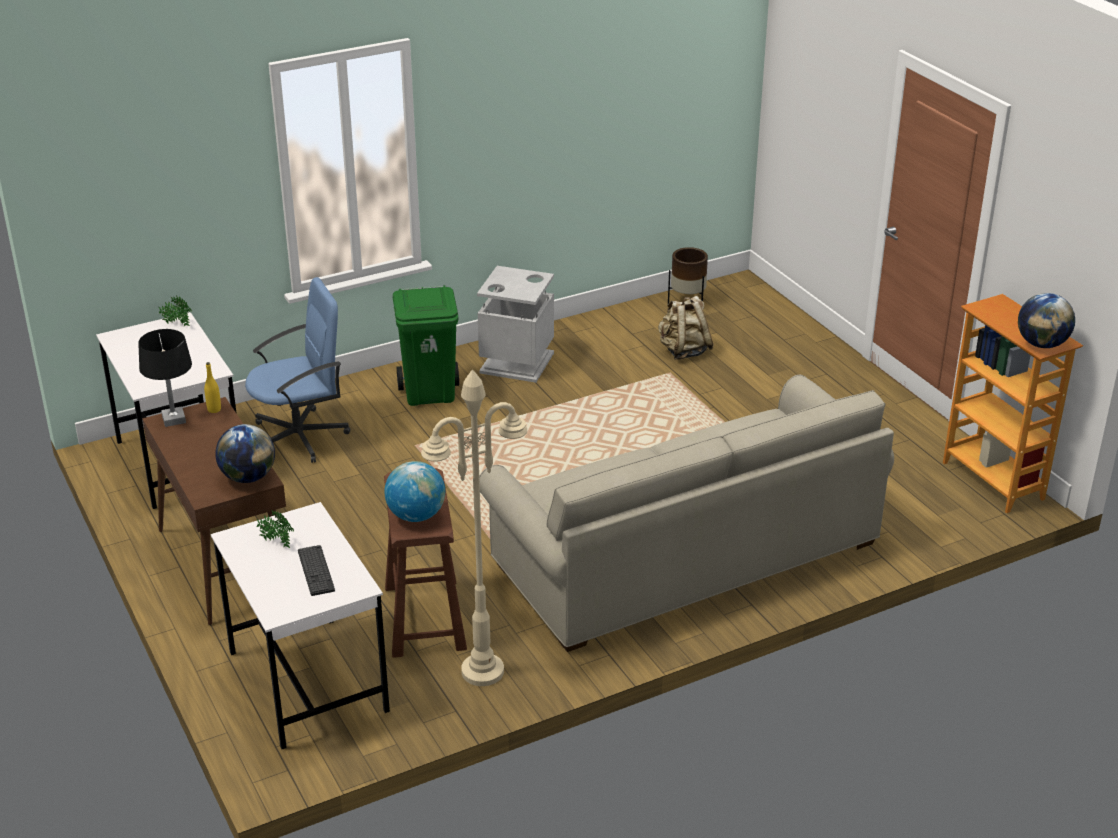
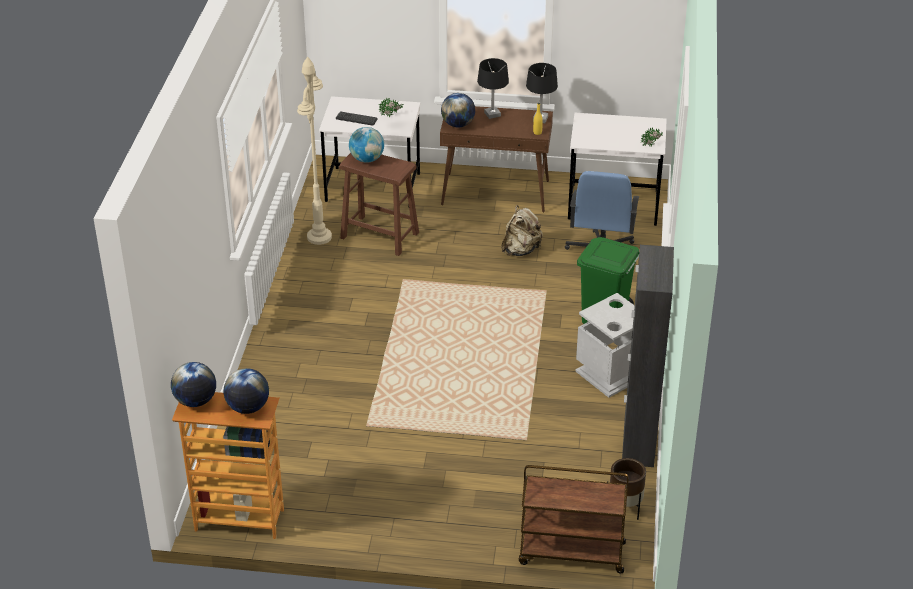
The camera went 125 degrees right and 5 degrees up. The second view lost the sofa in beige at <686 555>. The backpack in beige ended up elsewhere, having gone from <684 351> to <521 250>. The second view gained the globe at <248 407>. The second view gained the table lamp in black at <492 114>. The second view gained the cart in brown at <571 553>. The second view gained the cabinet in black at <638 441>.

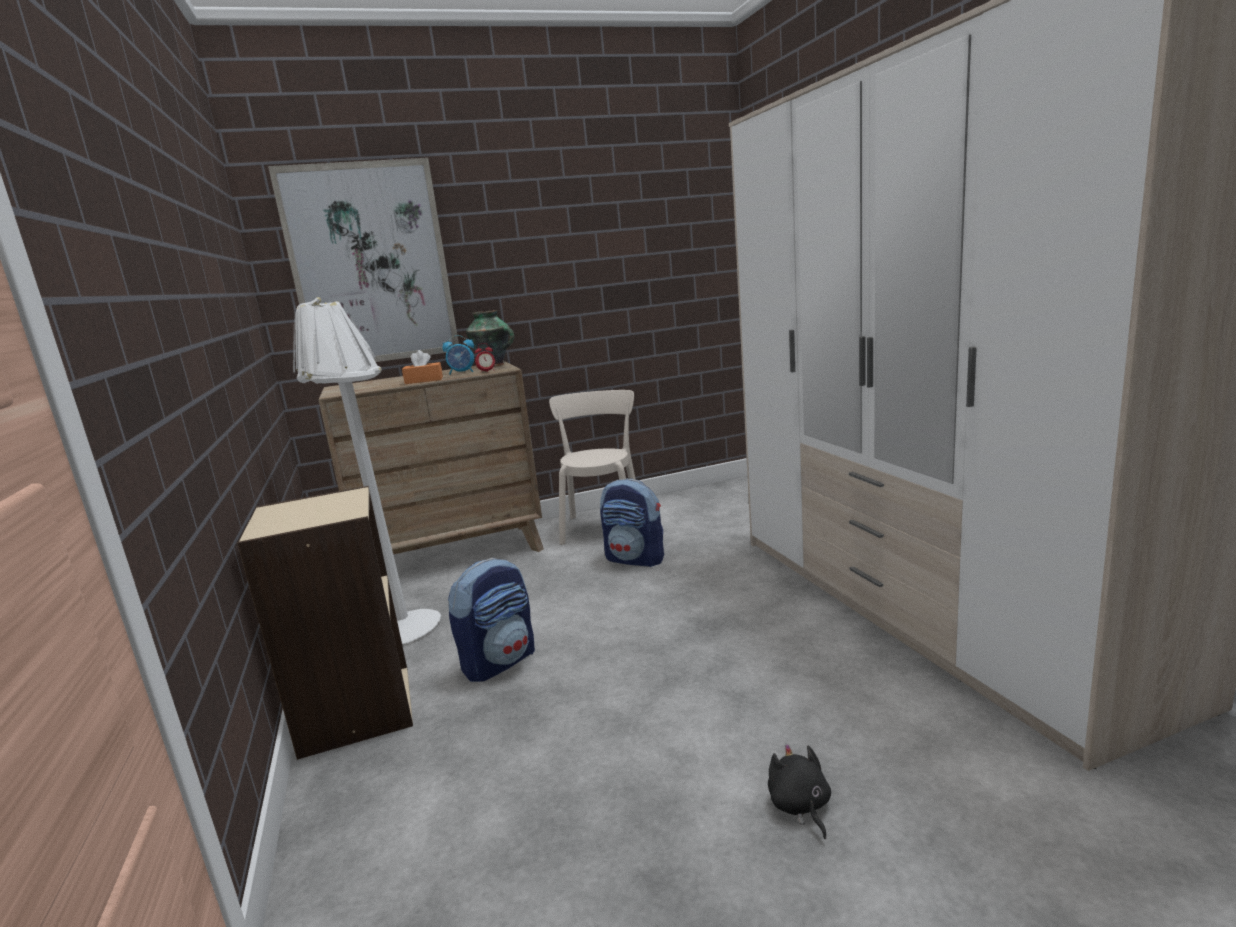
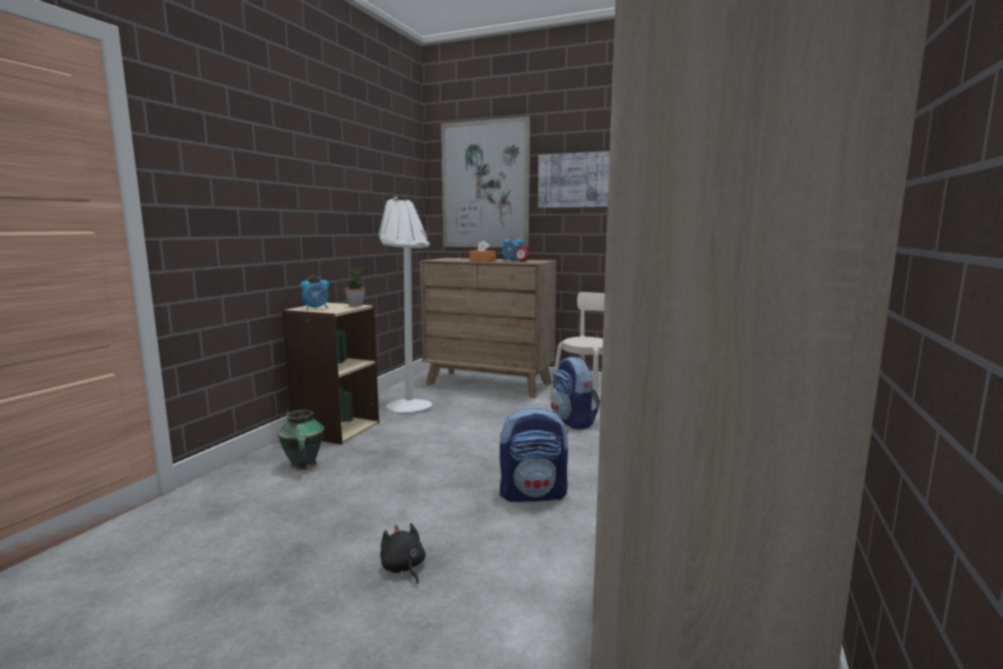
The camera went 40 degrees right and 5 degrees down. The backpack ended up elsewhere, having gone from <500 661> to <533 494>. The vase ended up elsewhere, having gone from <494 365> to <303 466>. The plush toy in black at <800 806> ended up facing another way, 60 degrees counterclockwise from before. The second view gained the alarm clock at <316 308>. The second view gained the potted plant at <355 305>. The second view gained the picture at <576 180>.

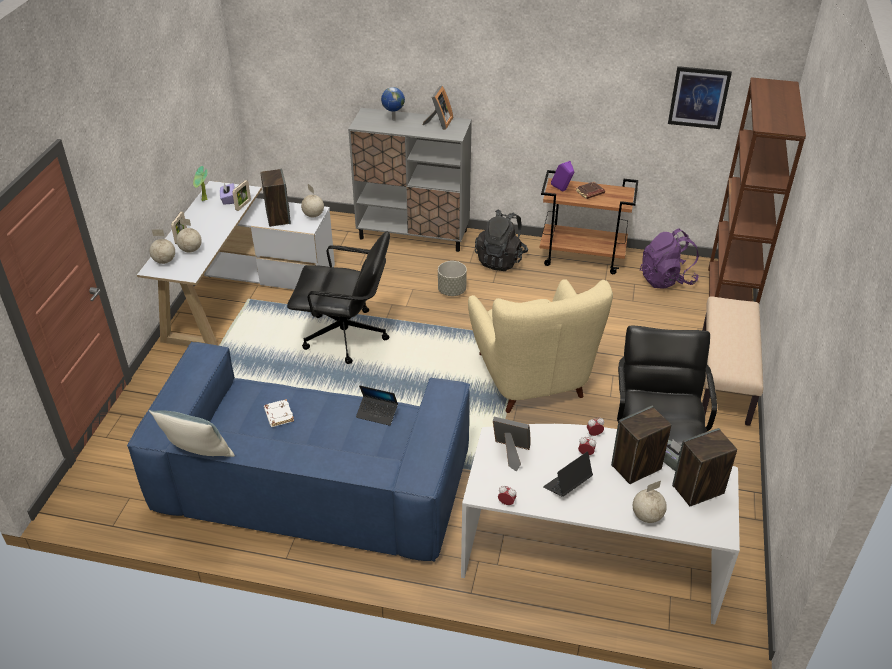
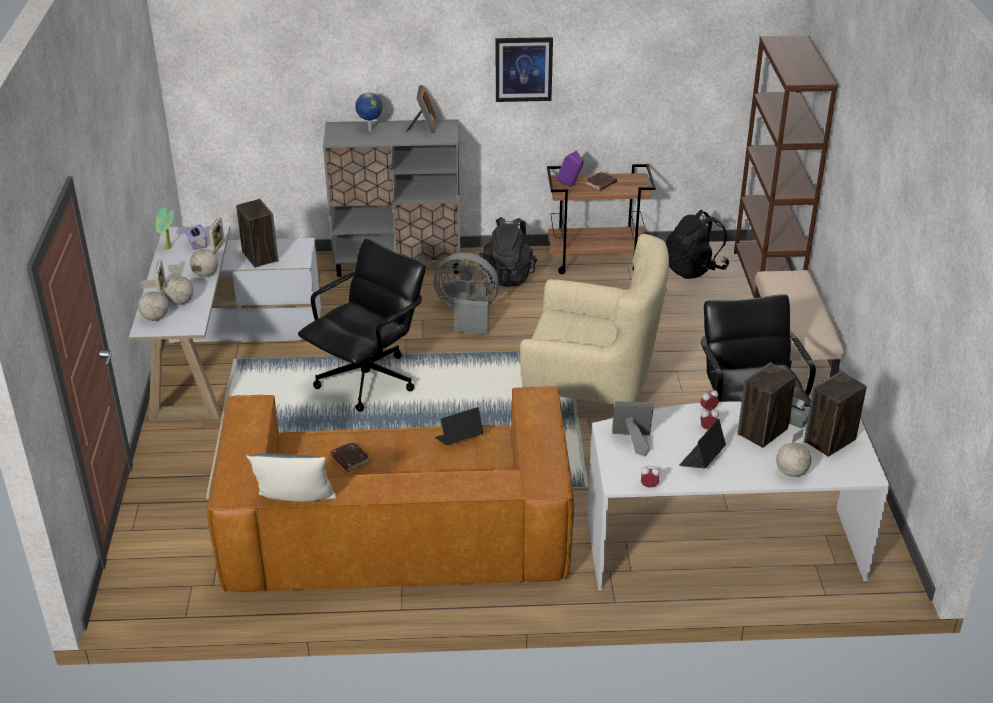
The camera went 15 degrees left and 5 degrees down. What was the sofa in blue at <312 482> turned into the sofa in brown at <397 530>. What was the book in white at <278 415> turned into the book in brown at <350 459>. The office chair in black at <346 336> ended up facing another way, 45 degrees counterclockwise from before. The globe ended up elsewhere, having gone from <313 215> to <205 275>. The laptop at <377 413> ended up facing another way, 150 degrees clockwise from before. Where the planter in grey stood at <451 291>, the fan in grey came to stand at <467 315>. The armchair in beige at <531 378> ended up facing another way, 45 degrees counterclockwise from before. What was the backpack in purple at <666 279> turned into the backpack in black at <694 269>. The picture ended up elsewhere, having gone from <699 97> to <523 69>.

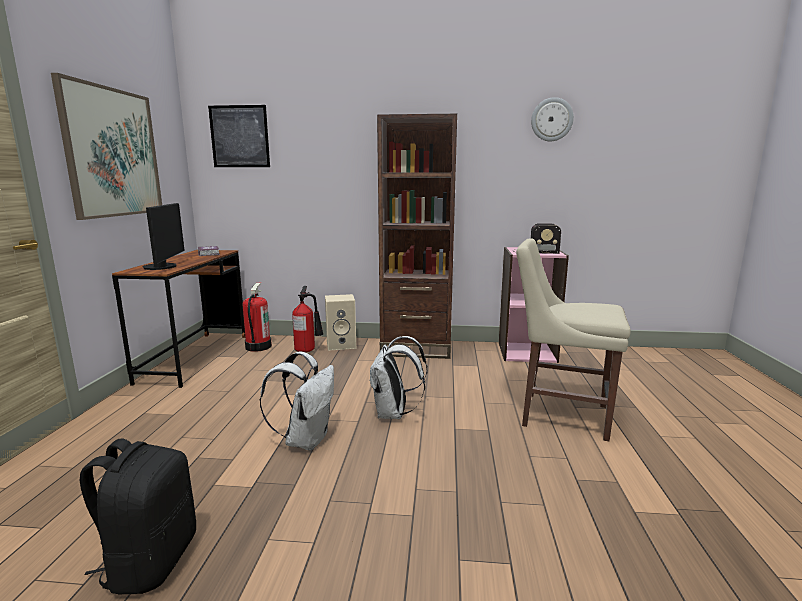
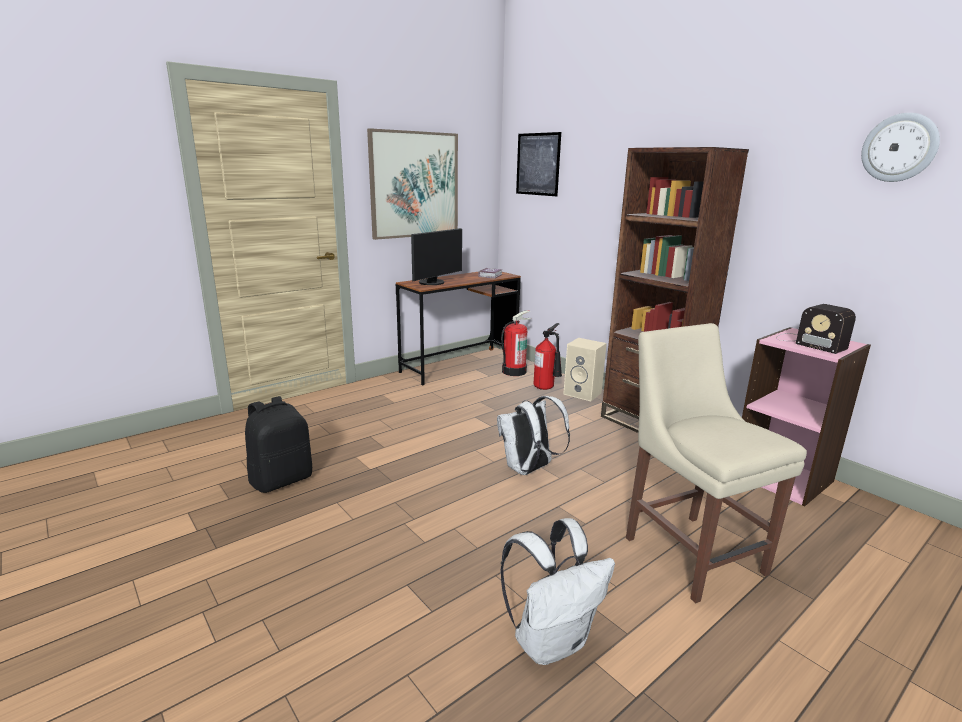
The camera went 45 degrees right and 5 degrees up. The backpack in white ended up elsewhere, having gone from <306 439> to <551 641>.

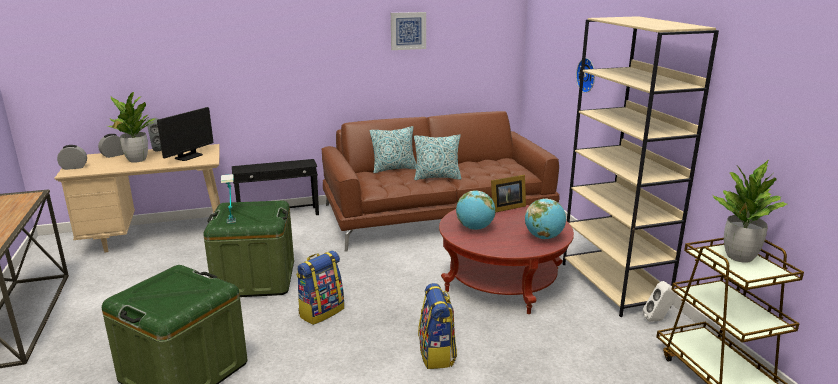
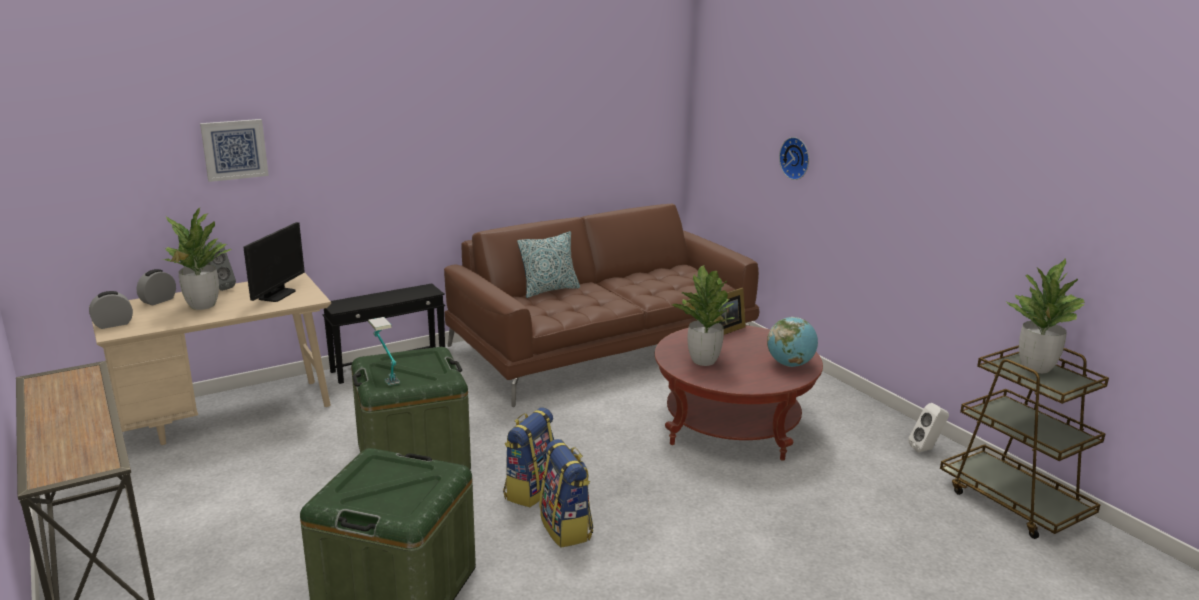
The camera went 15 degrees left and 0 degrees up. The picture ended up elsewhere, having gone from <408 31> to <234 149>. The second view lost the pillow at <437 177>. The backpack ended up elsewhere, having gone from <437 354> to <566 528>. Where the globe stood at <475 228>, the potted plant came to stand at <703 361>. The second view lost the bookcase in beige at <614 285>.

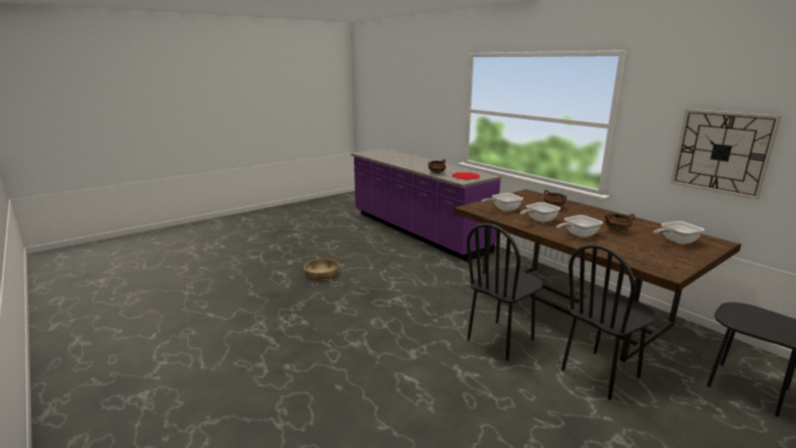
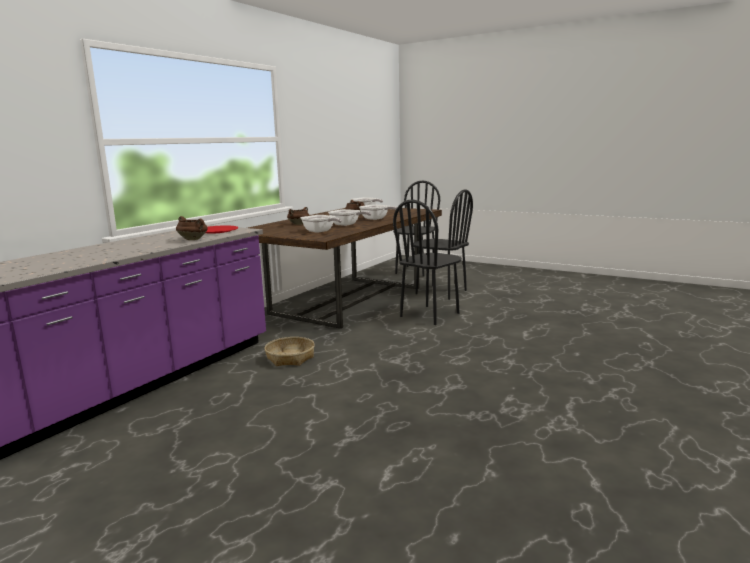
The camera went 110 degrees left and 5 degrees down. The basket ended up elsewhere, having gone from <321 274> to <290 358>. The chair in black at <501 340> ended up facing another way, 105 degrees clockwise from before. The second view lost the wall clock at <721 152>.

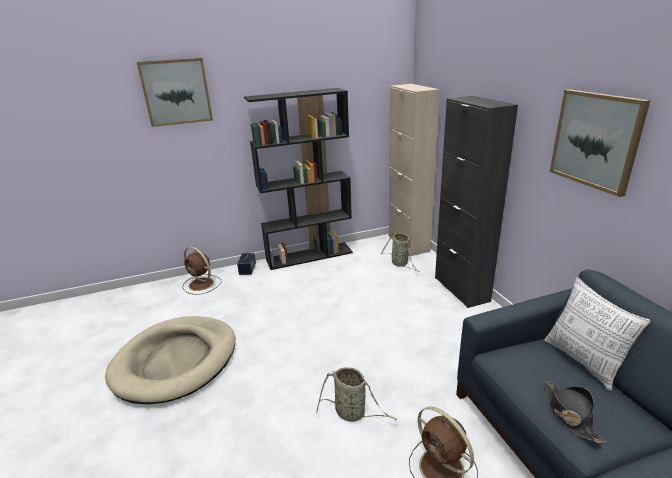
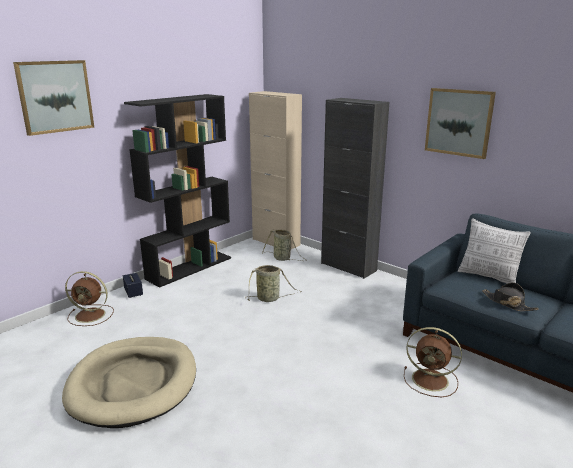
The camera went 30 degrees left and 5 degrees down. The basket ended up elsewhere, having gone from <352 413> to <269 299>.

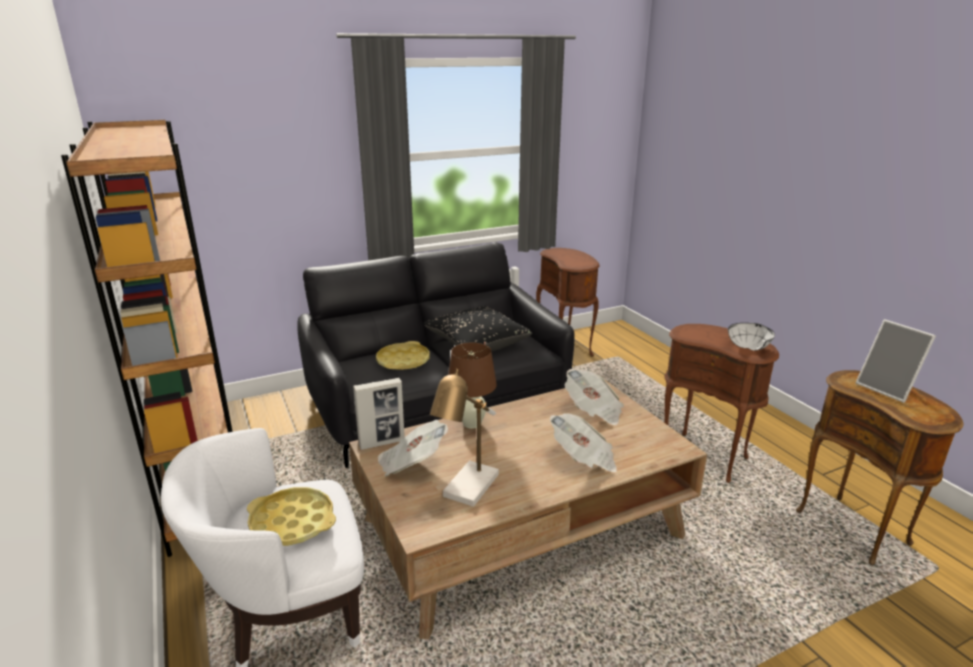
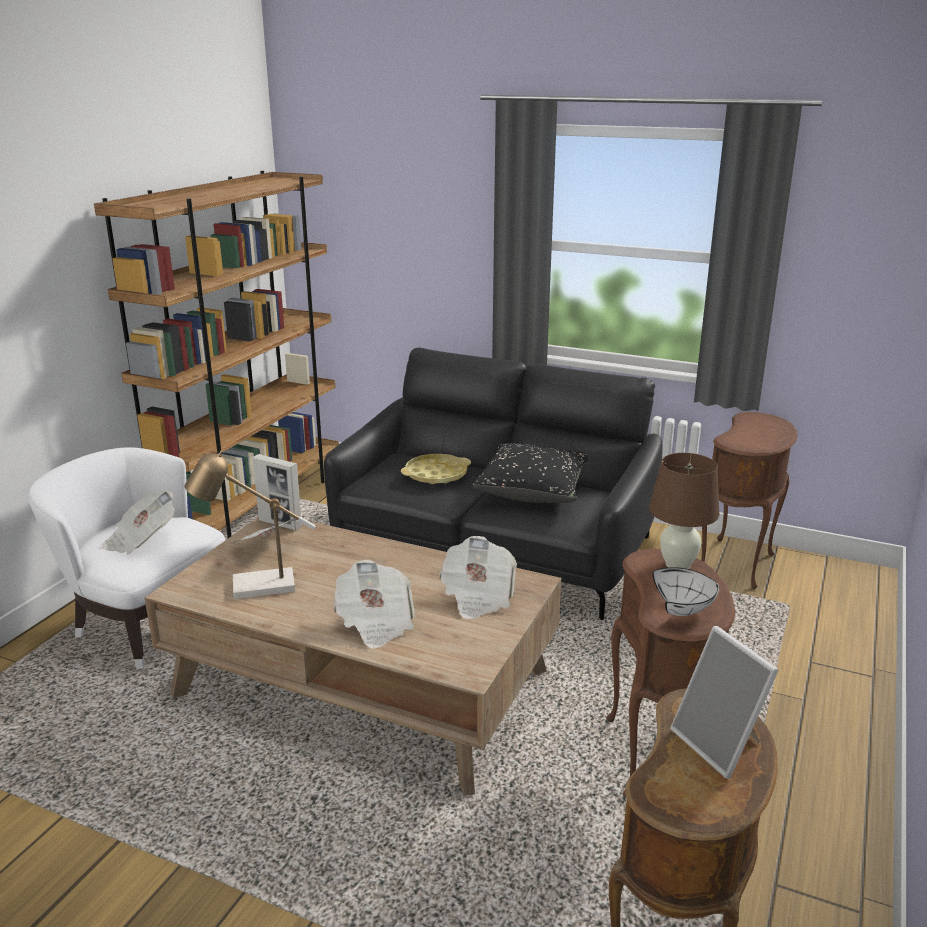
The camera went 50 degrees right and 0 degrees up. Where the tray in yellow stood at <292 522>, the newspaper came to stand at <141 540>. The table lamp in brown ended up elsewhere, having gone from <472 423> to <678 565>. The picture frame at <887 389> ended up facing another way, 45 degrees counterclockwise from before.

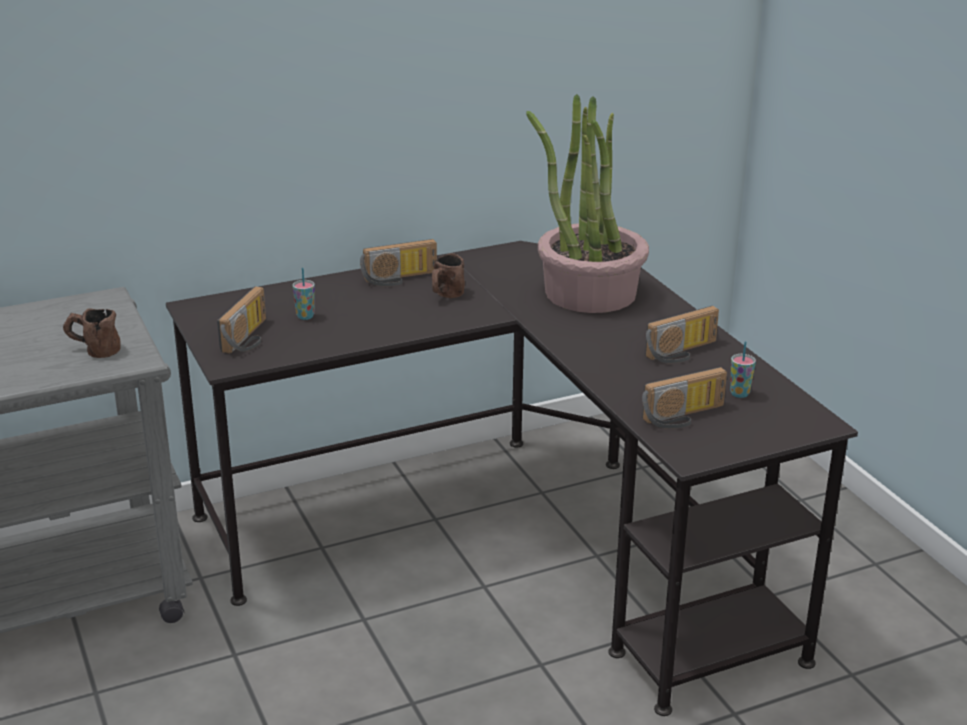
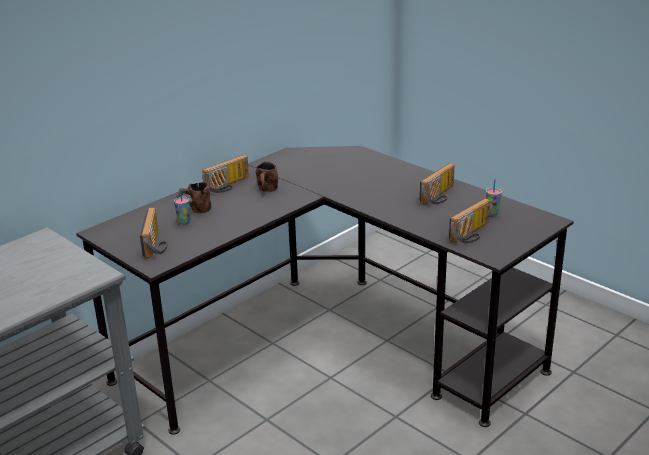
The camera went 20 degrees left and 0 degrees up. The mug in brown ended up elsewhere, having gone from <93 350> to <194 209>. The second view lost the potted plant at <589 293>.

